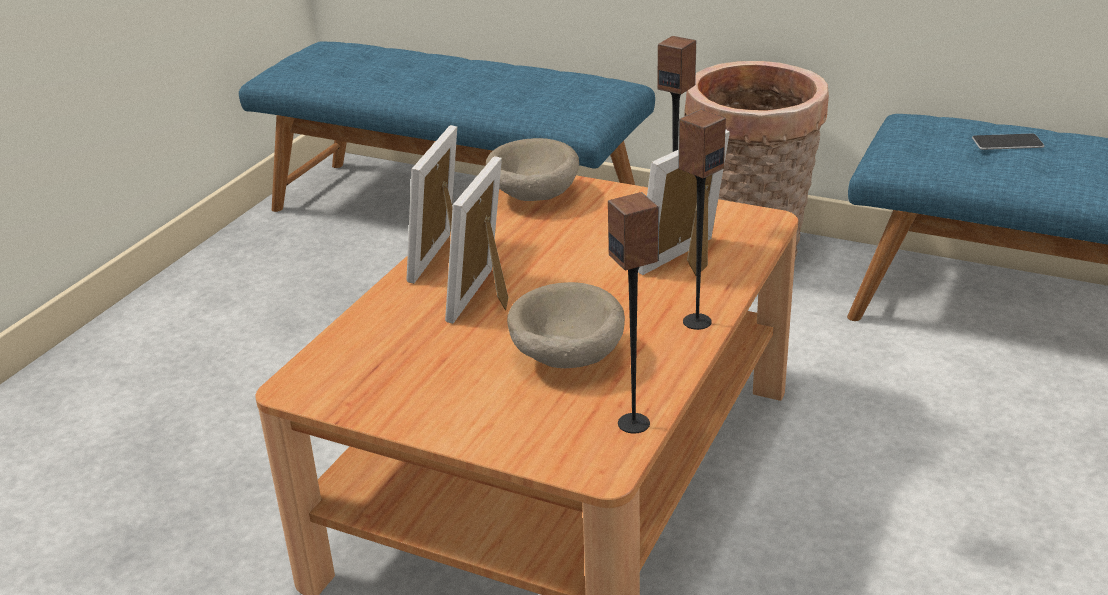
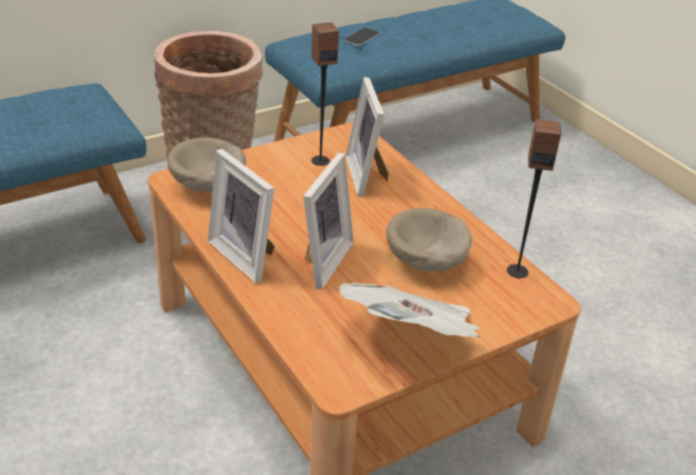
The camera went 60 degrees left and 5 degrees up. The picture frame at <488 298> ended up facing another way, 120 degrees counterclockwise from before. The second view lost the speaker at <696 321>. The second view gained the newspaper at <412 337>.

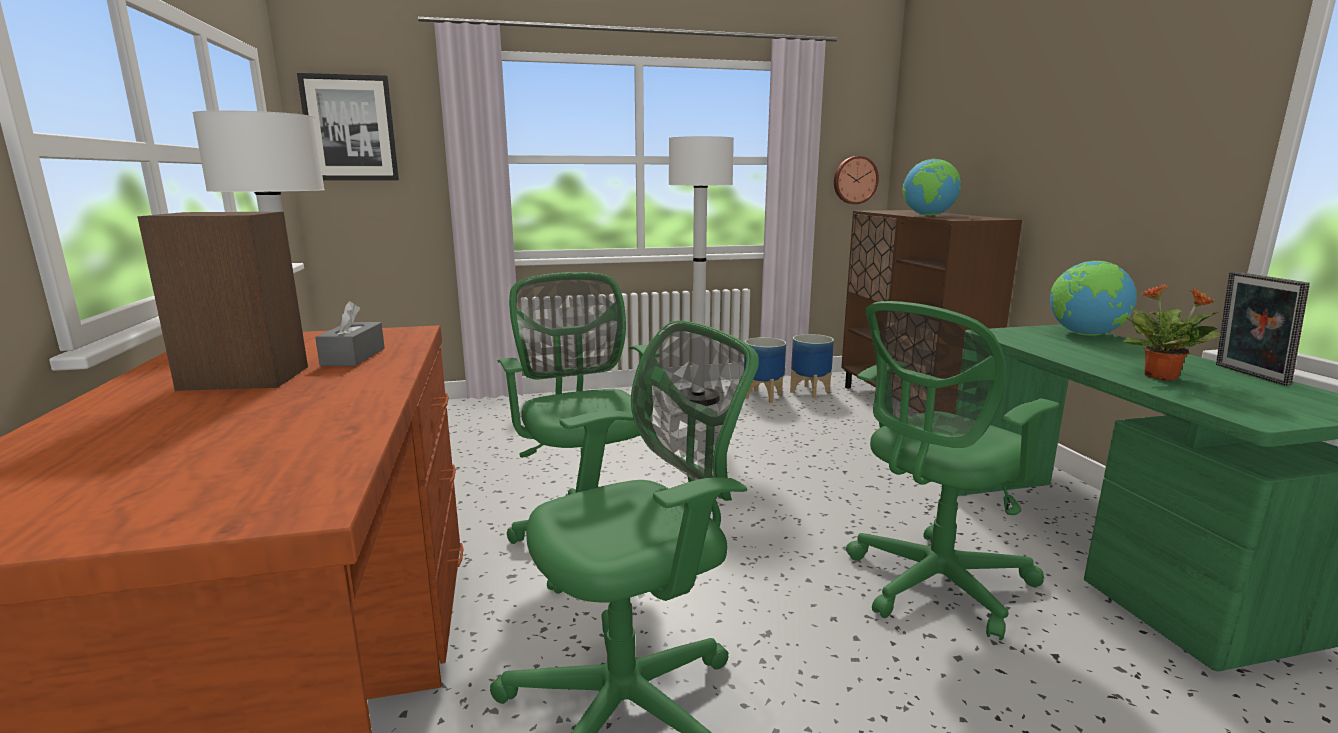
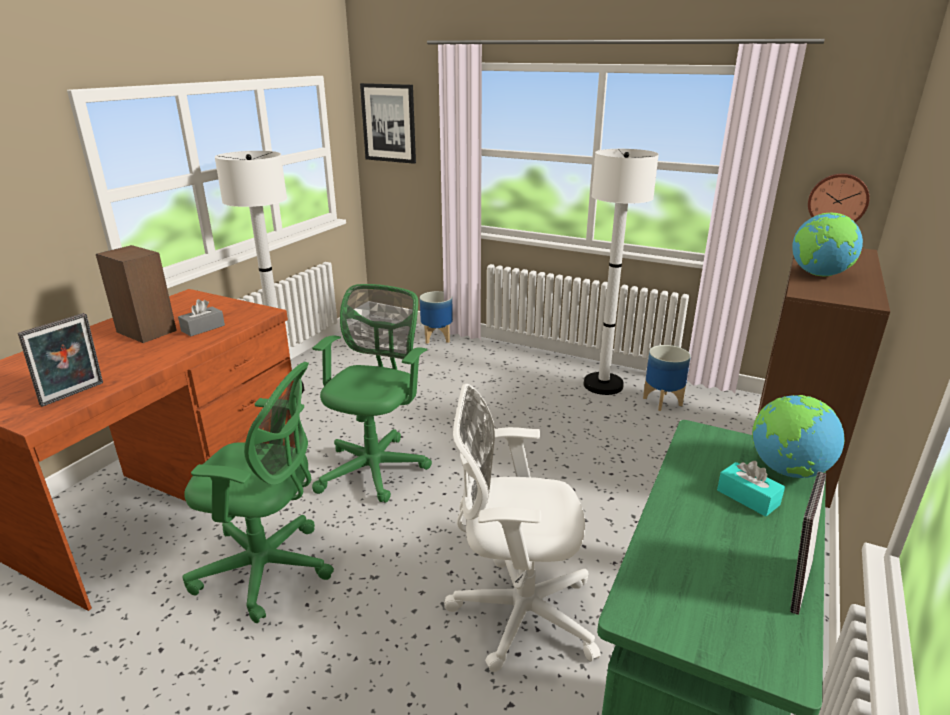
The camera went 40 degrees right and 10 degrees up. The planter ended up elsewhere, having gone from <810 392> to <437 338>. What was the office chair in green at <932 585> turned into the office chair in white at <516 612>. The second view lost the potted plant at <1161 377>. The second view gained the picture frame at <74 395>. The second view gained the tissue box in turquoise at <748 497>.

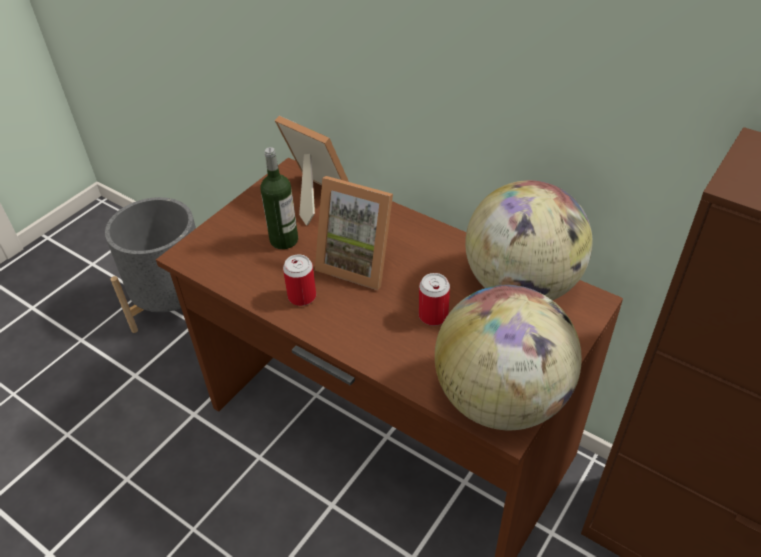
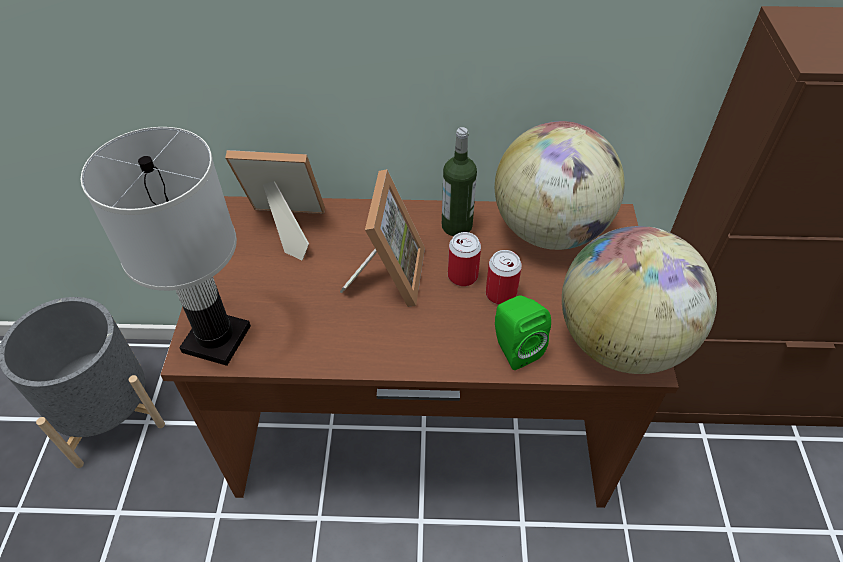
The camera went 35 degrees left and 5 degrees up. The bottle ended up elsewhere, having gone from <284 240> to <456 226>. The can ended up elsewhere, having gone from <302 296> to <462 276>. The picture frame at <358 262> ended up facing another way, 75 degrees counterclockwise from before. The second view gained the table lamp in white at <216 338>. The second view gained the speaker in green at <514 348>.

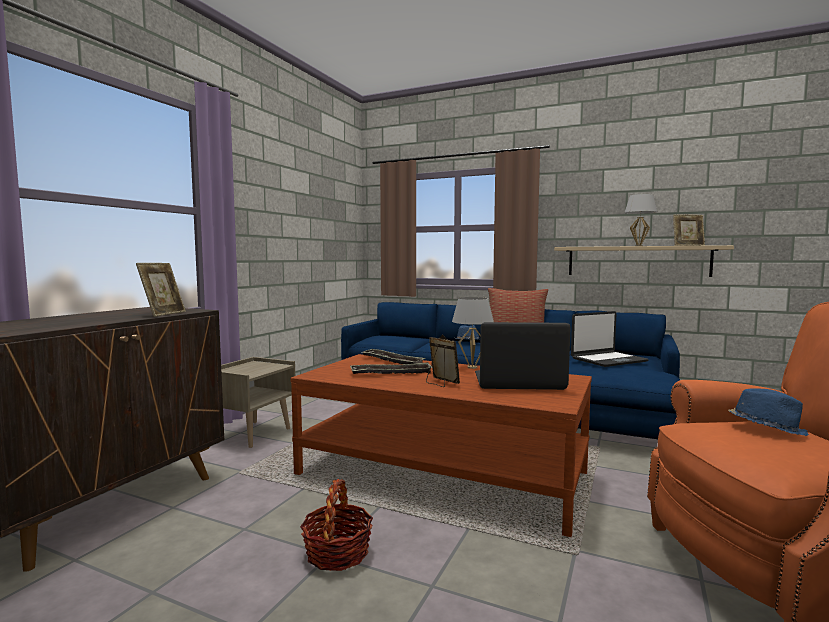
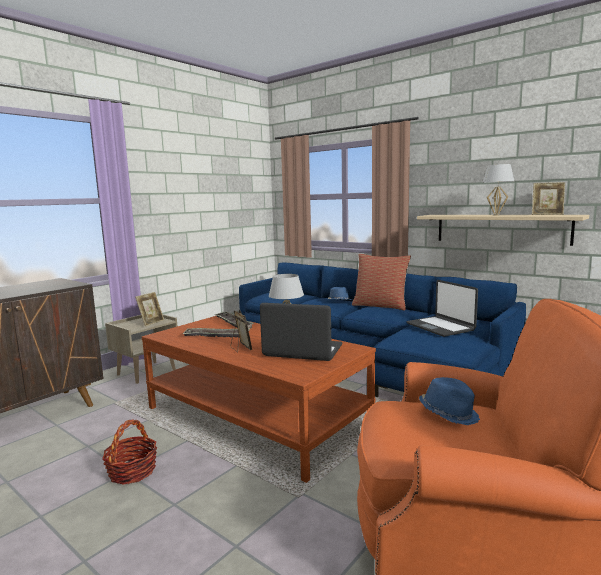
The camera went 15 degrees right and 5 degrees up. The picture frame ended up elsewhere, having gone from <163 314> to <151 322>. The laptop at <608 360> ended up facing another way, 75 degrees clockwise from before.

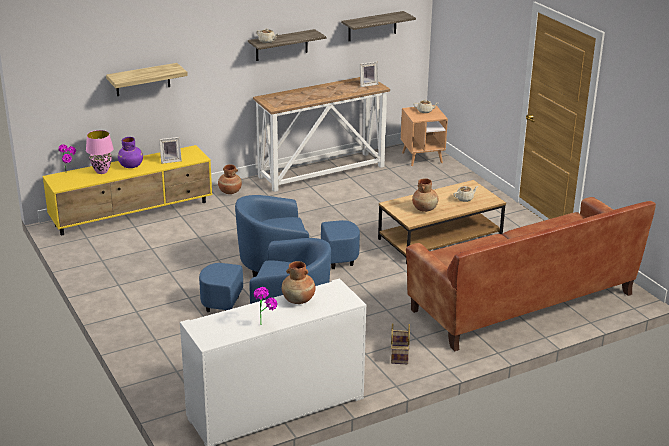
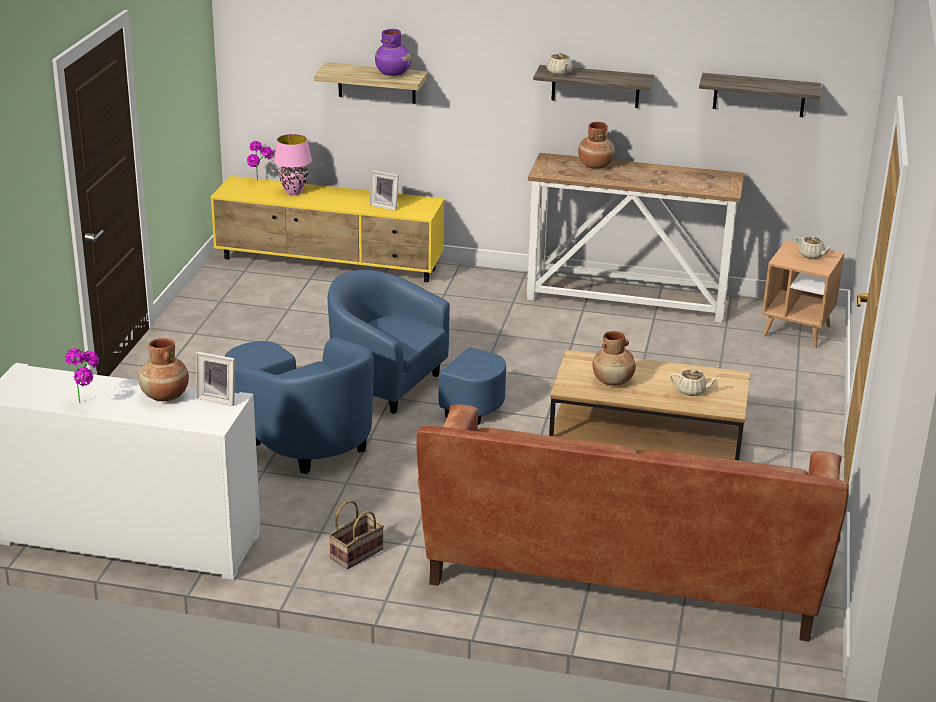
The camera went 40 degrees right and 0 degrees up. The vase in purple ended up elsewhere, having gone from <131 165> to <393 73>. The vase in brown ended up elsewhere, having gone from <230 191> to <595 165>. The picture frame ended up elsewhere, having gone from <368 84> to <218 398>.

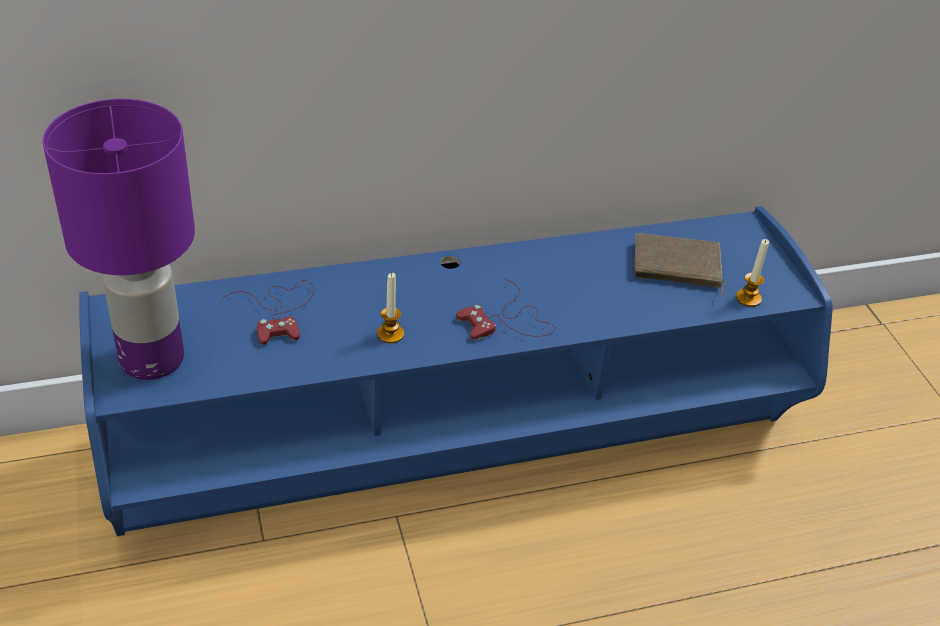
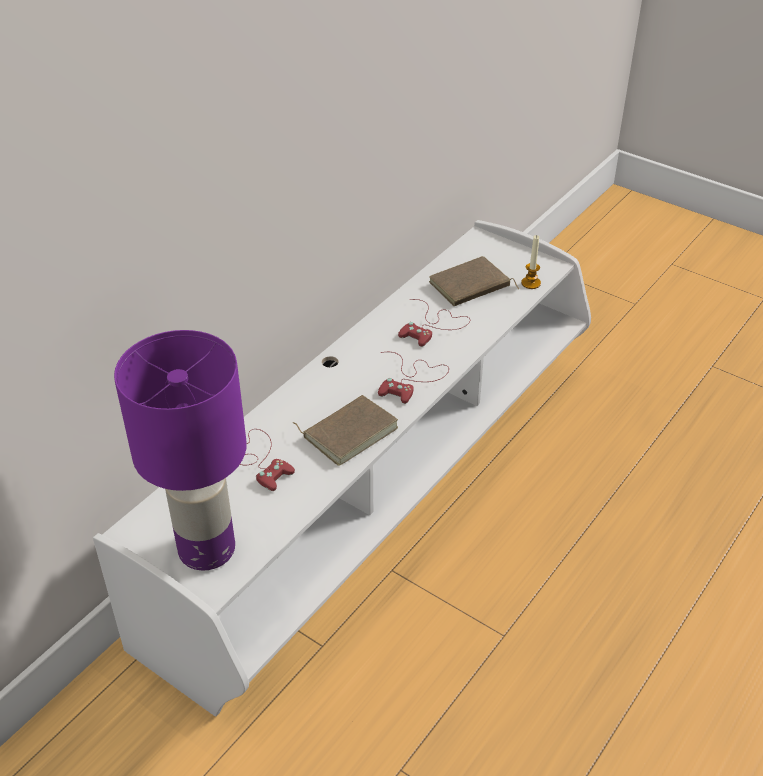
The camera went 35 degrees left and 0 degrees up. What was the tv stand in blue at <460 443> turned into the tv stand in white at <381 496>. Where the candle stood at <390 334>, the book in brown came to stand at <349 431>. The second view gained the game controller in red at <433 326>.

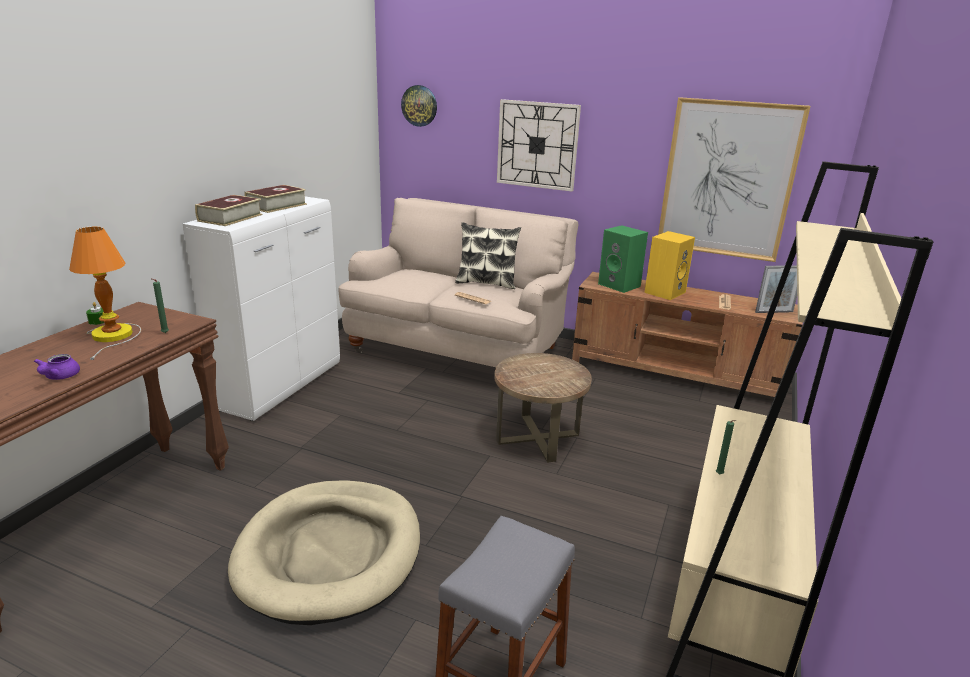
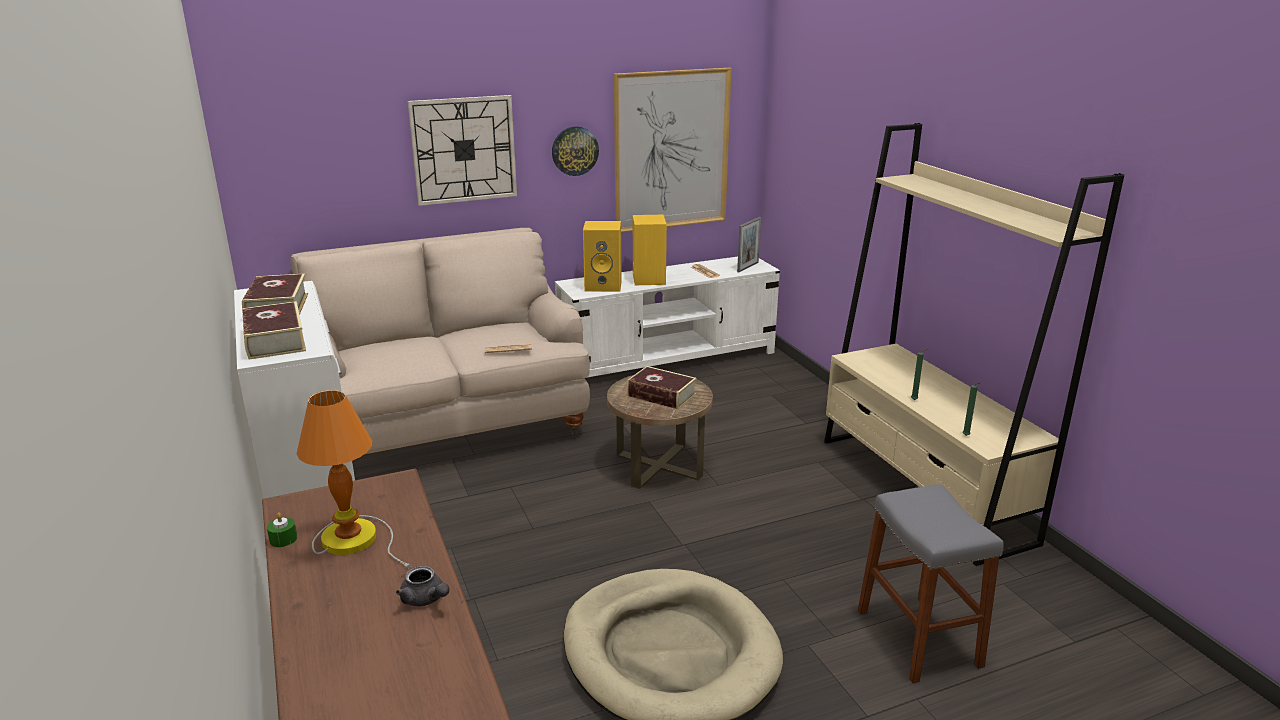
The camera went 45 degrees left and 0 degrees up. What was the teapot in purple at <59 377> turned into the teapot in grey at <425 599>. The candle in green ended up elsewhere, having gone from <164 333> to <967 436>. The wall clock ended up elsewhere, having gone from <419 105> to <575 151>. The second view lost the pillow at <486 283>. What was the tv stand in brown at <675 373> turned into the tv stand in white at <669 359>. What was the speaker in green at <620 285> turned into the speaker in yellow at <604 286>. The second view gained the book at <661 395>.

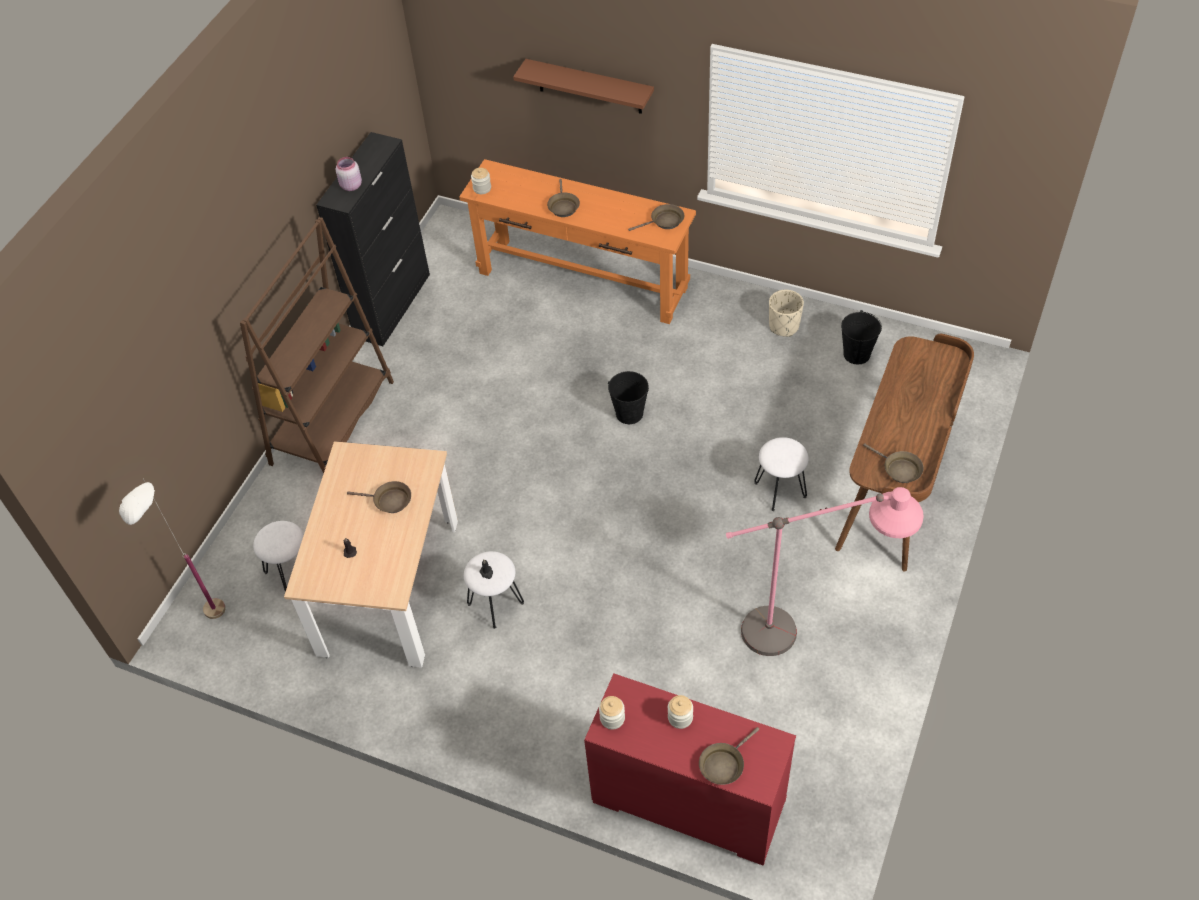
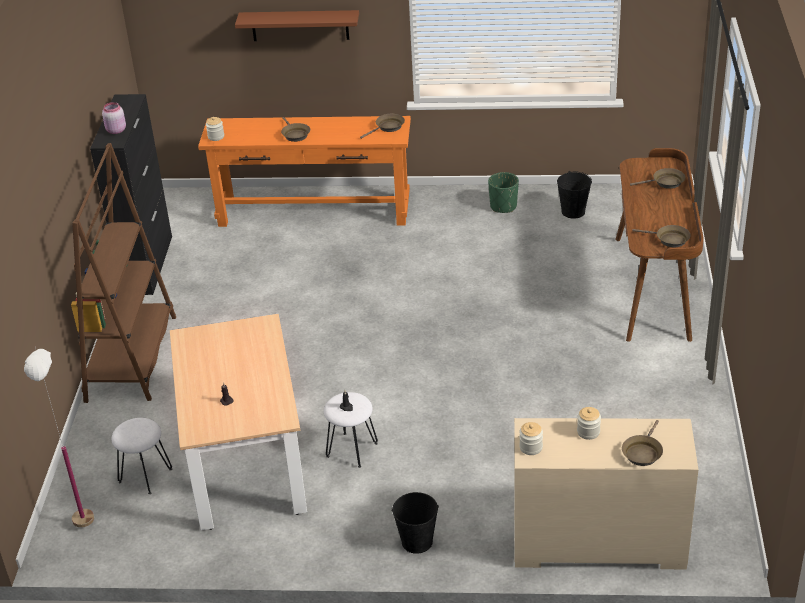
The camera went 20 degrees left and 15 degrees down. The frying pan in brown ended up elsewhere, having gone from <389 501> to <665 182>. What was the dresser in red at <688 802> turned into the dresser in beige at <598 543>. The bucket in black ended up elsewhere, having gone from <629 413> to <417 541>. The second view lost the floor lamp in pink at <808 634>. The second view lost the stool in white at <780 489>. What was the planter in beige at <784 326> turned into the planter in green at <503 206>.

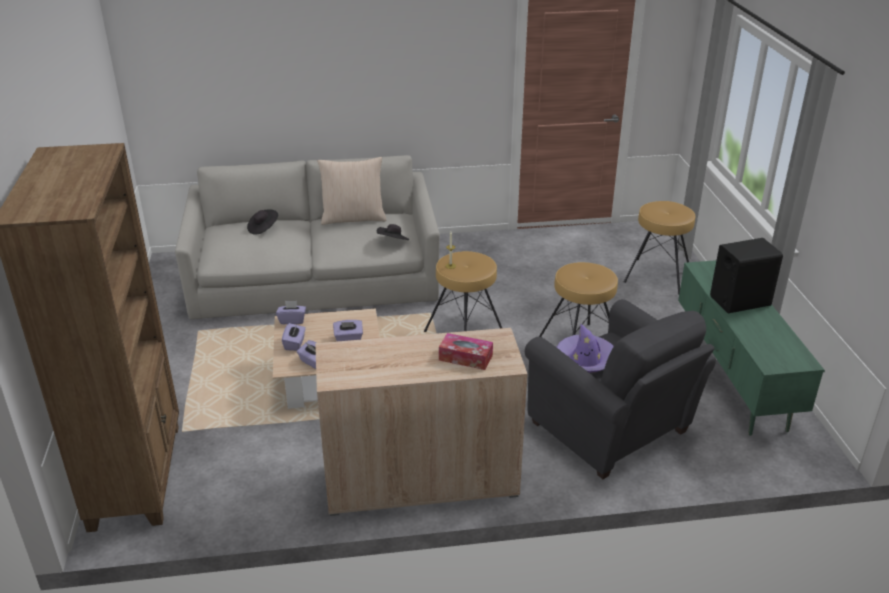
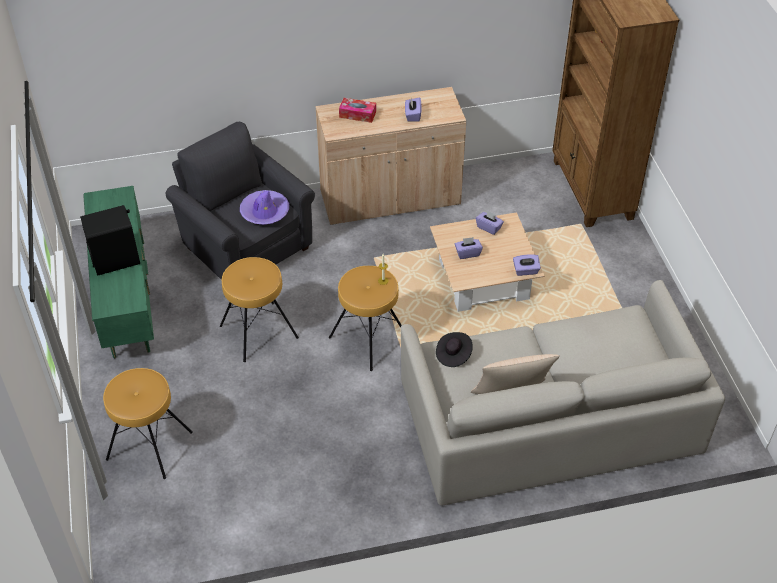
The camera went 175 degrees right and 15 degrees up. The second view lost the hat in black at <263 228>. The tissue box in purple ended up elsewhere, having gone from <295 344> to <412 115>.

